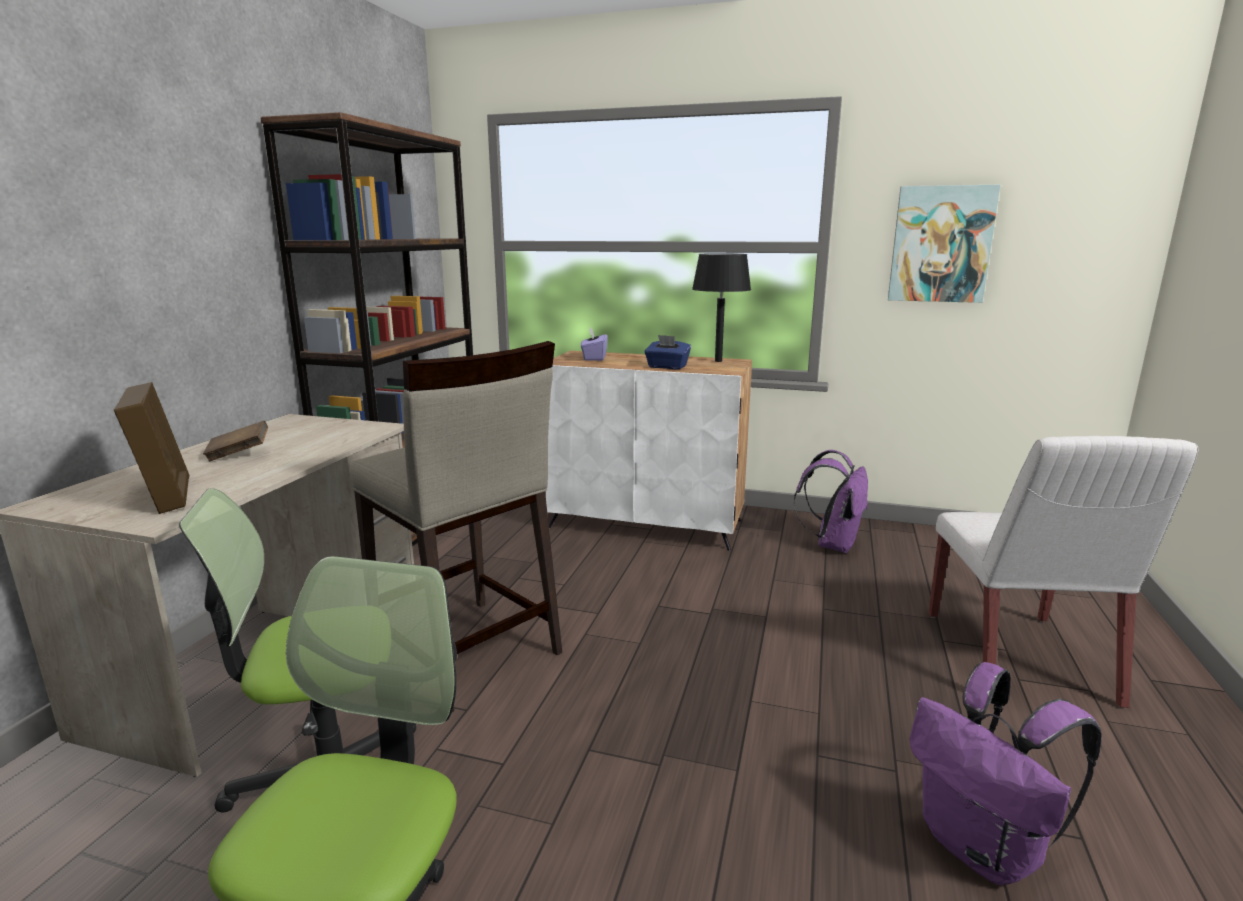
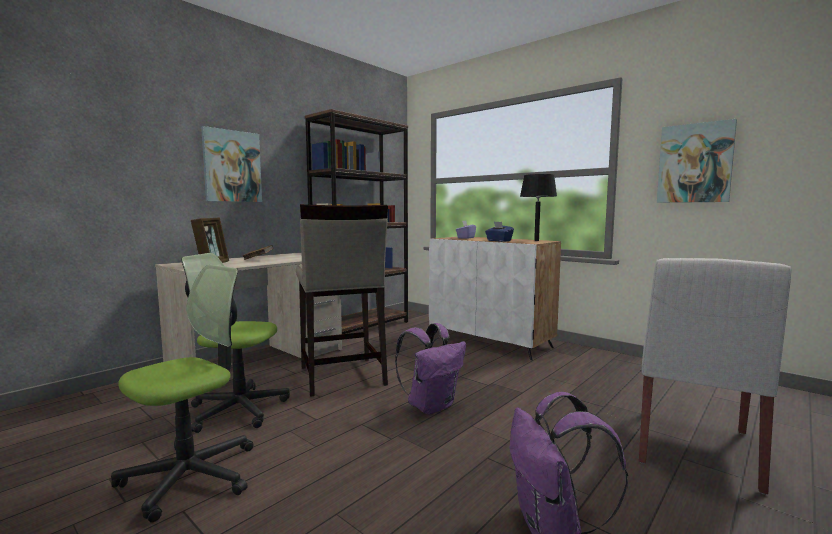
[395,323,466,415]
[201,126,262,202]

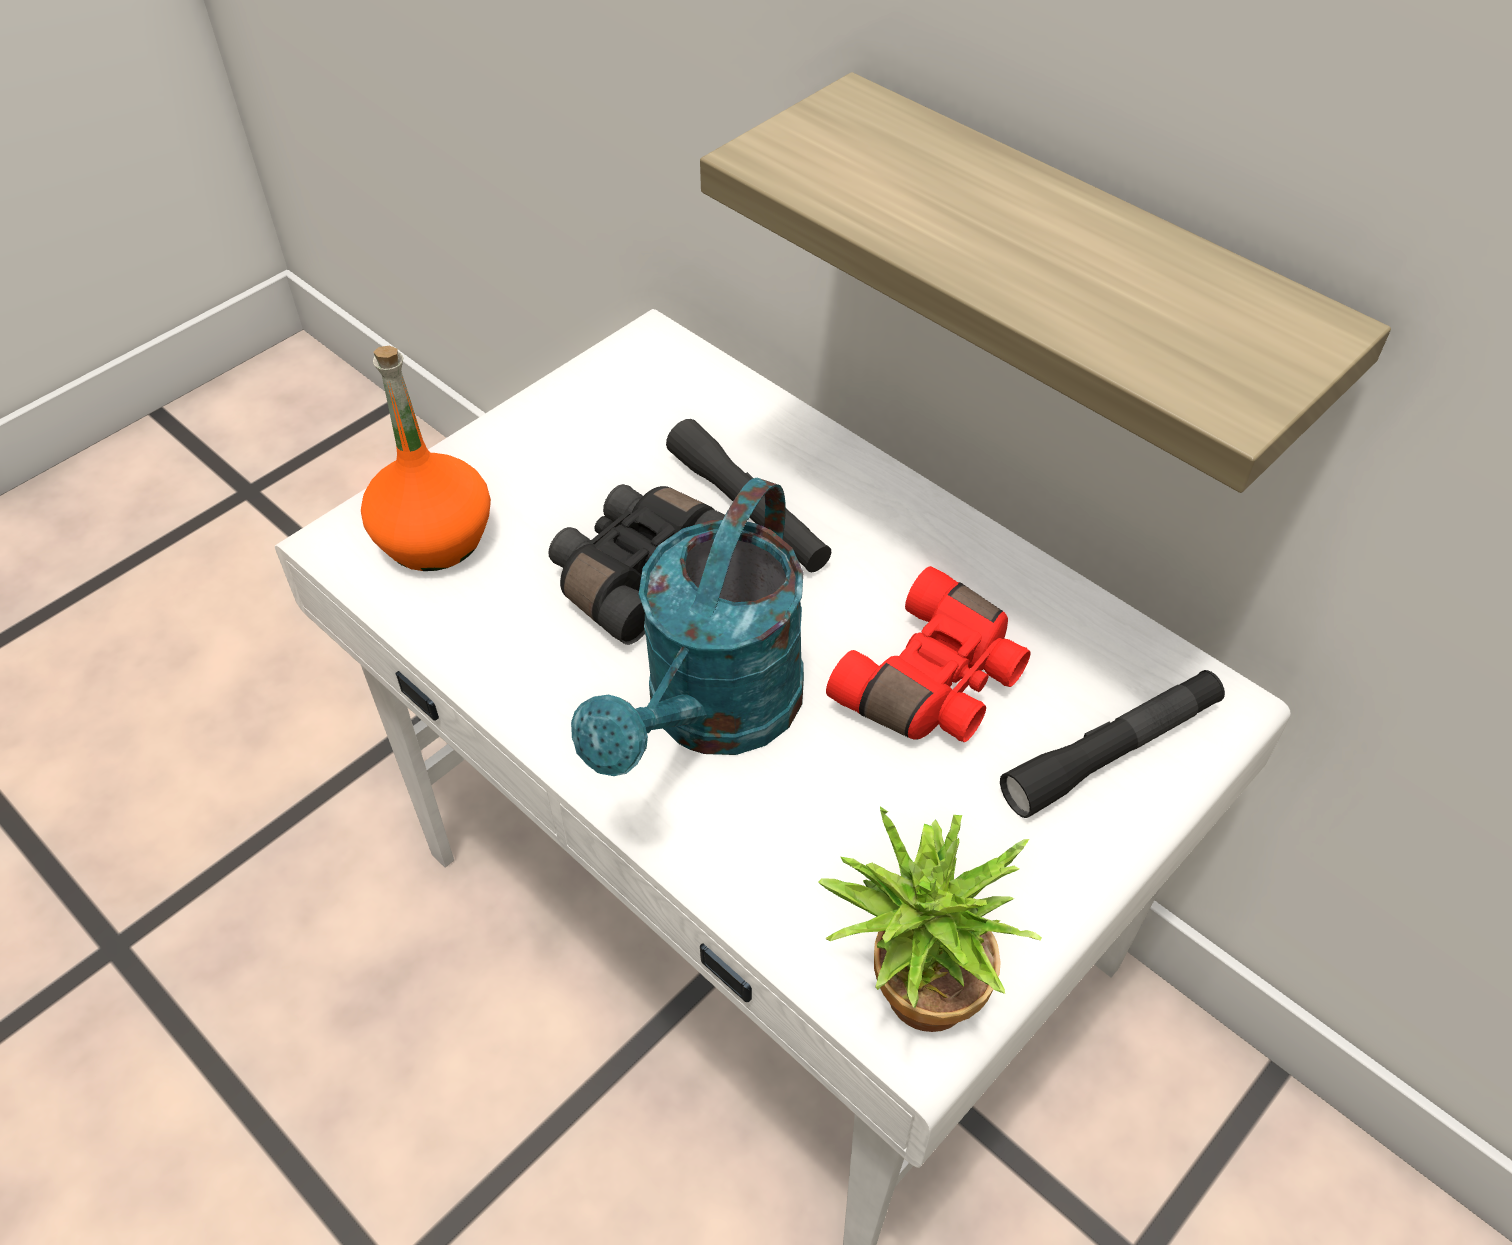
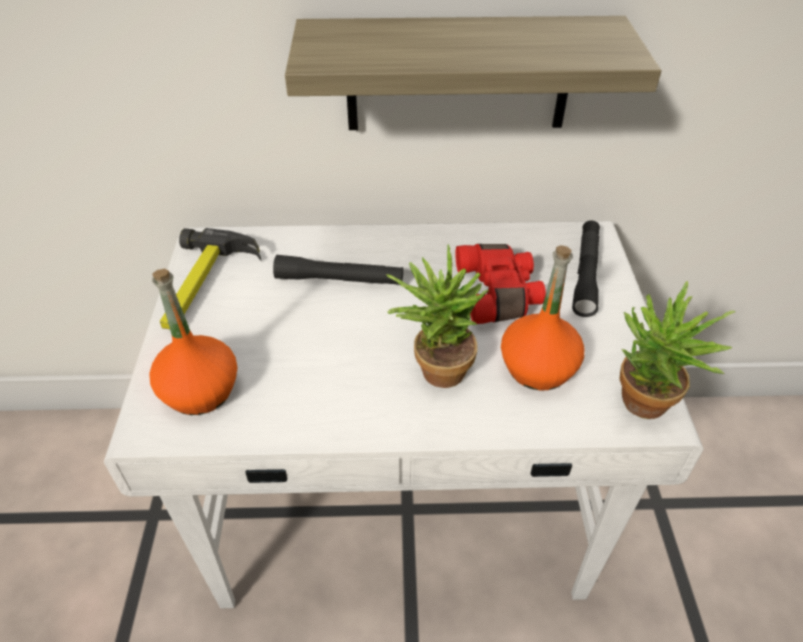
[386,244,489,388]
[549,484,725,645] (first image)
[160,228,261,329]
[501,245,584,391]

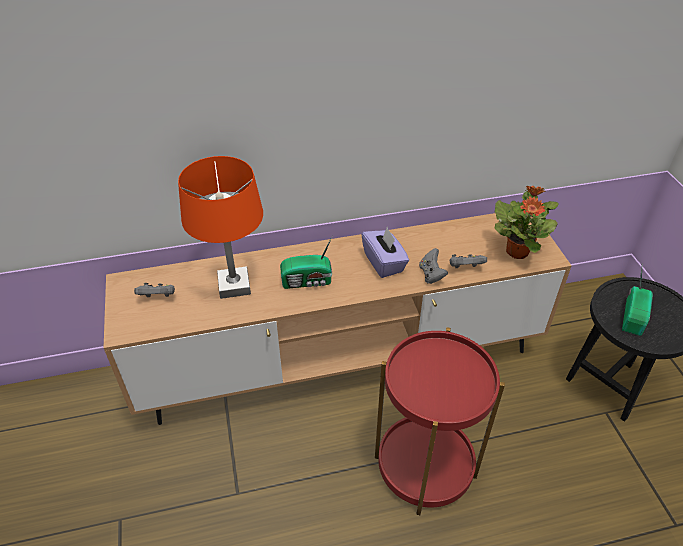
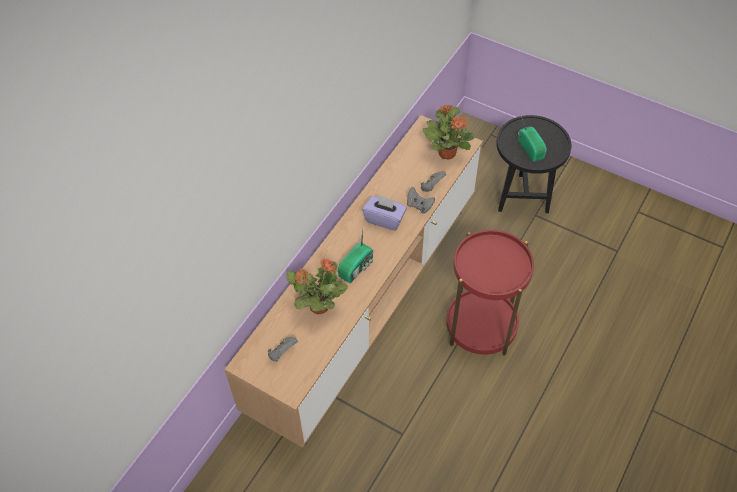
[286,259,348,314]

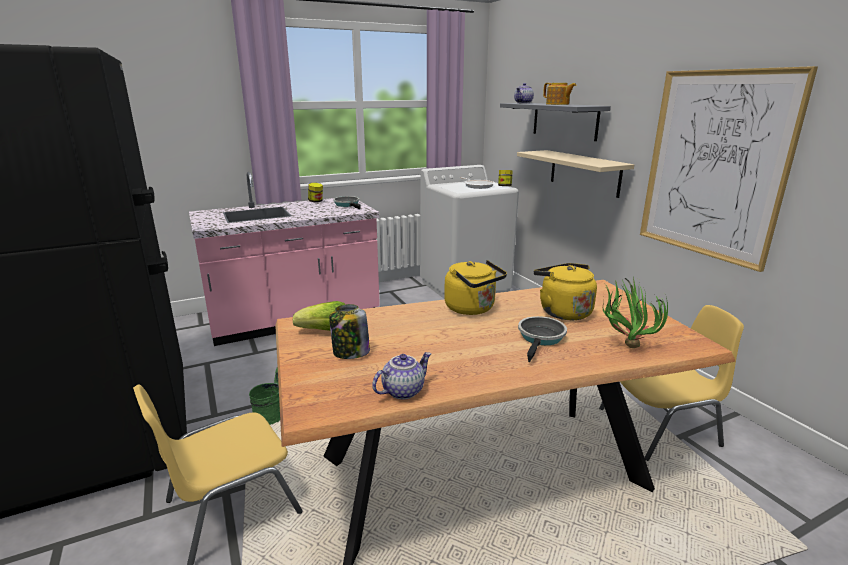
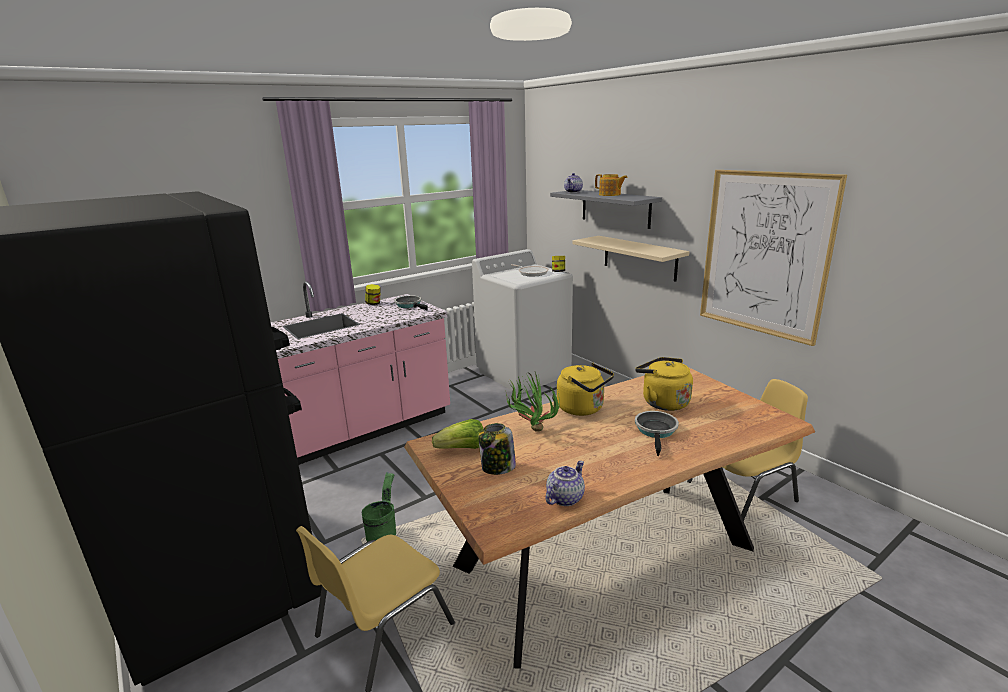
[505,372,560,432]

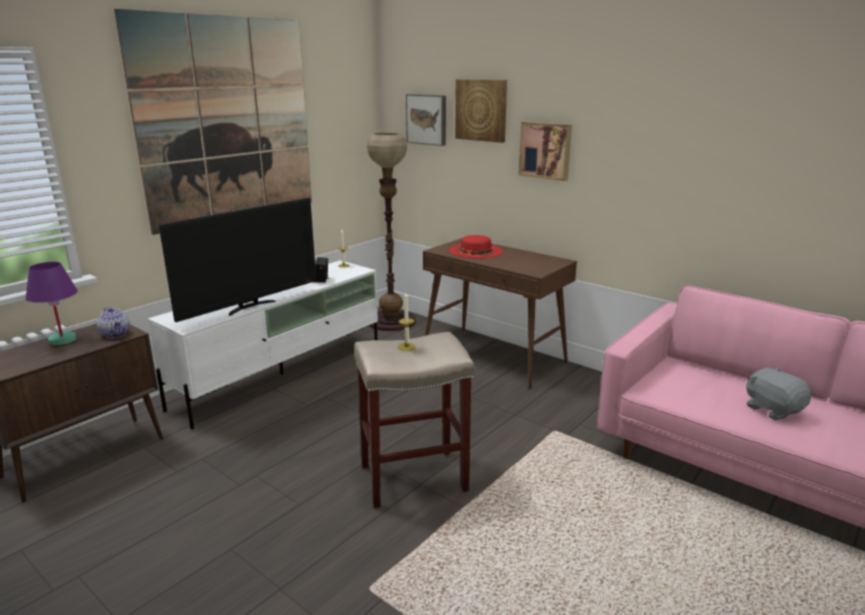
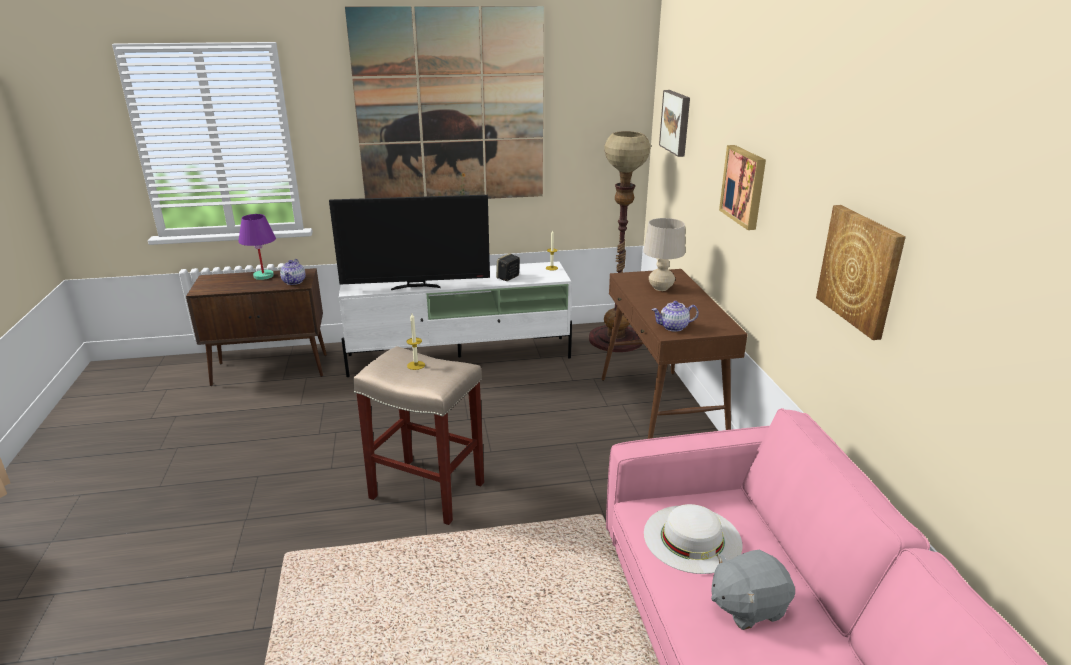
[816,205,906,340]
[643,218,685,291]
[711,550,795,630]
[652,301,699,332]
[644,504,743,574]

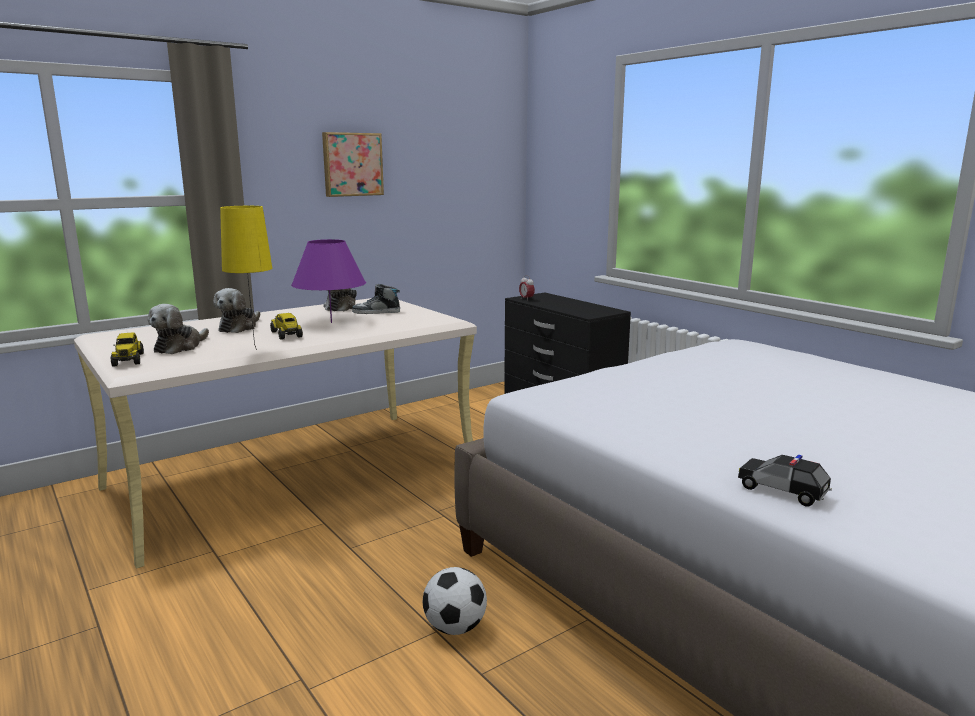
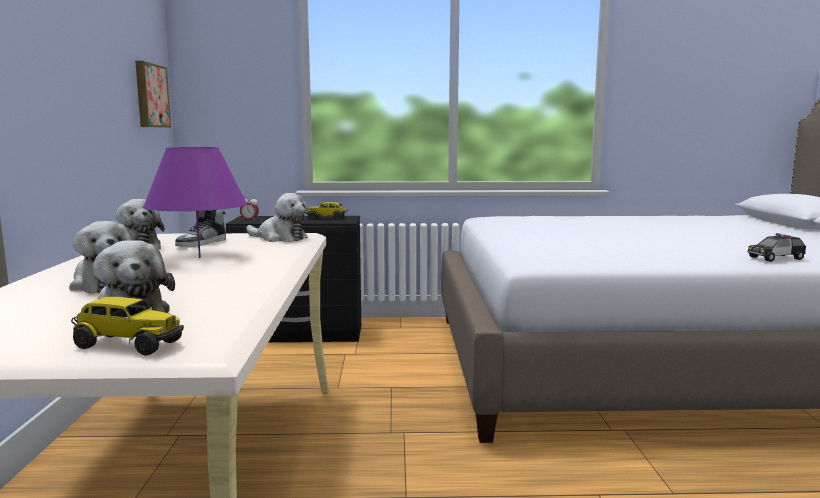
[135,61,171,127]
[220,206,272,350] (first image)
[306,202,347,220]
[423,567,487,635] (first image)
[246,193,308,242]

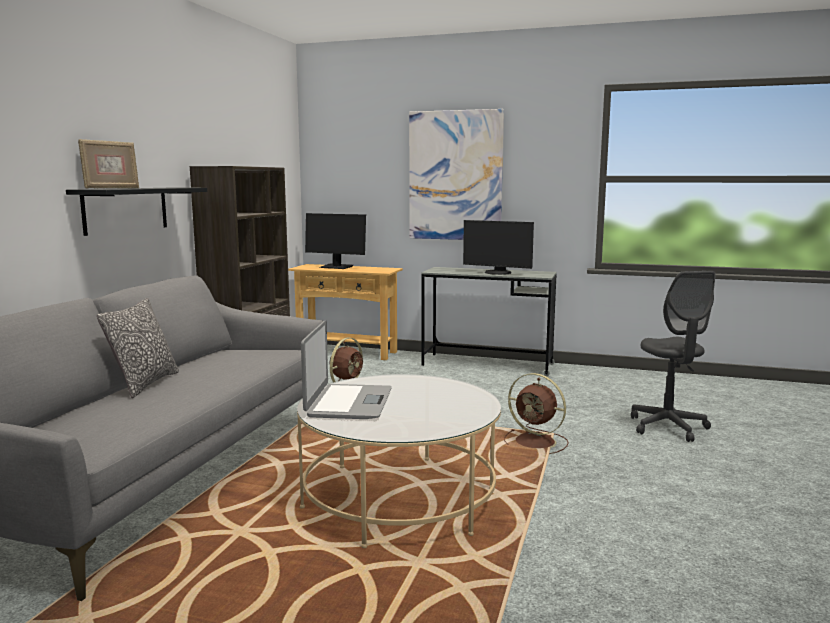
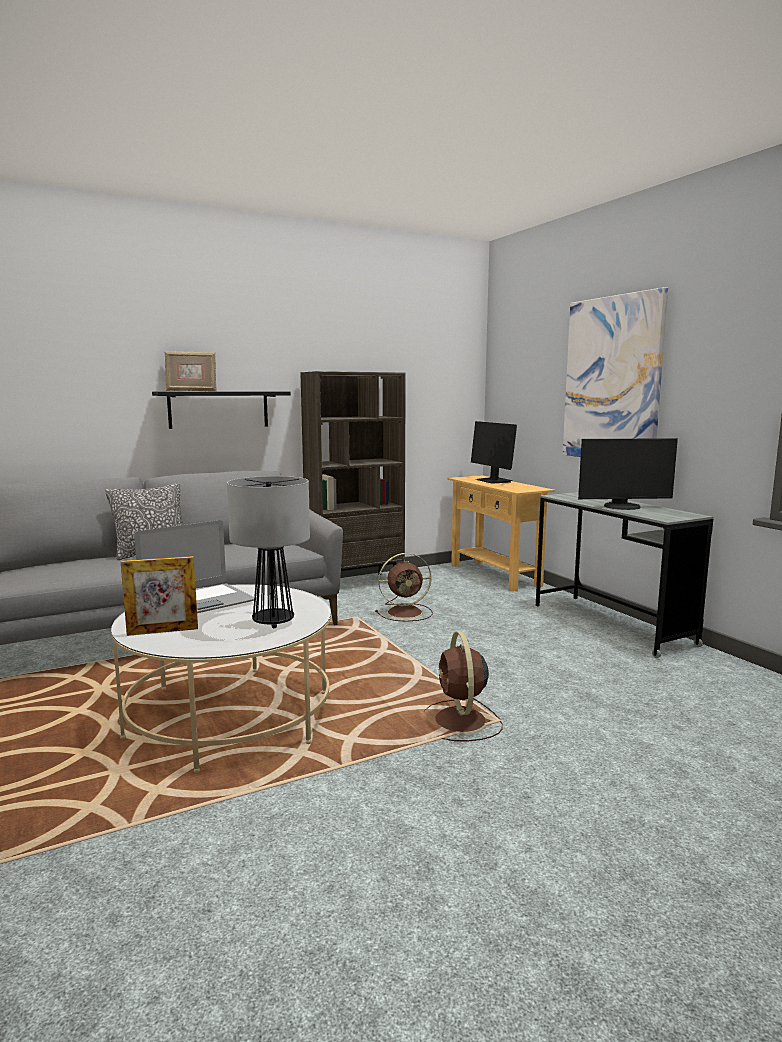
[578,438,678,510]
[631,271,716,442] (first image)
[227,476,310,628]
[121,556,198,636]

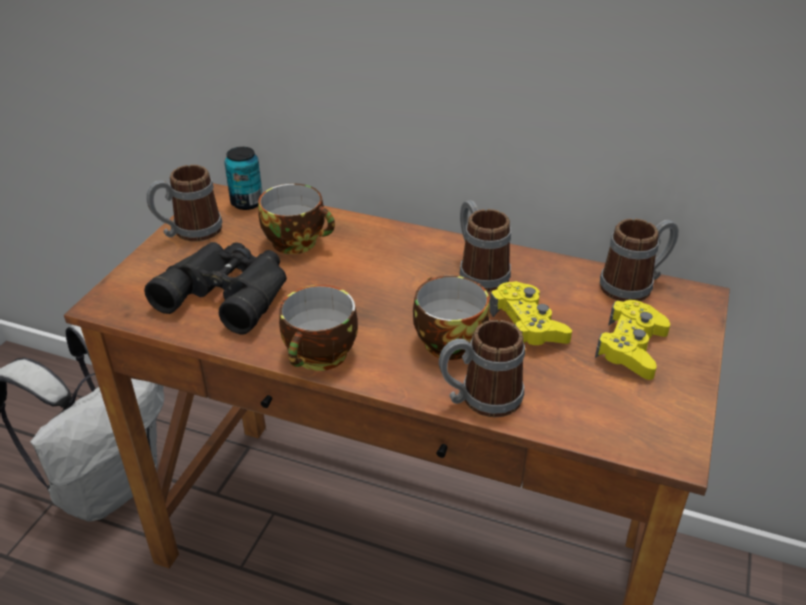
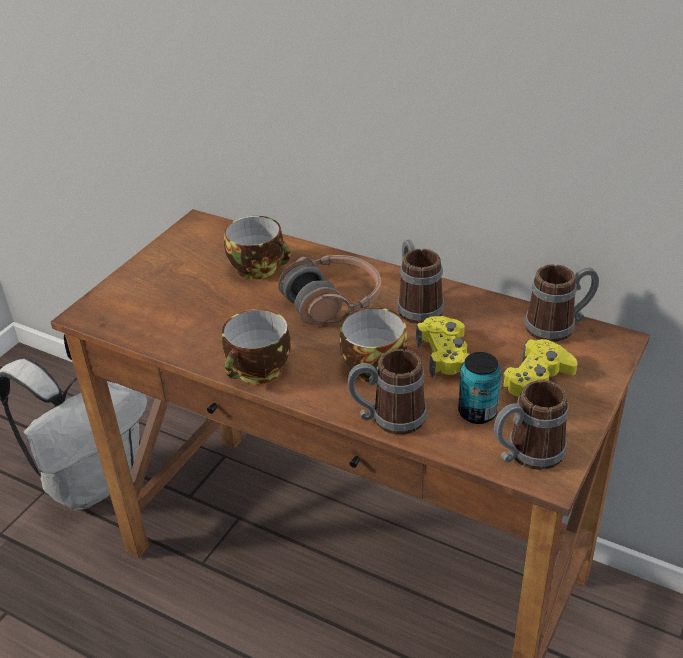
[458,352,501,424]
[494,380,569,470]
[144,242,287,335] (first image)
[278,255,381,325]

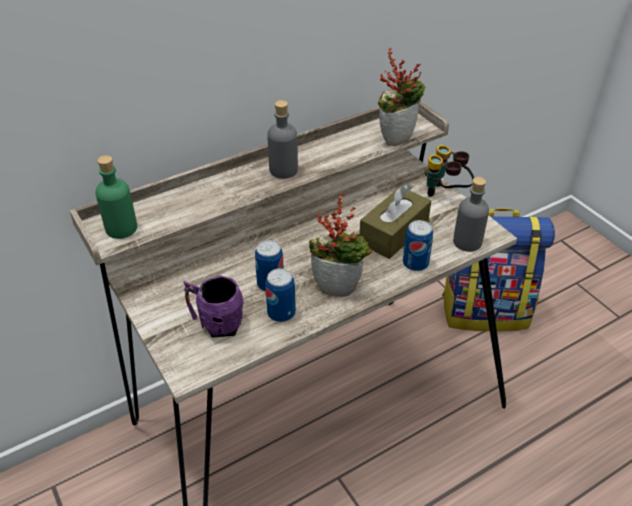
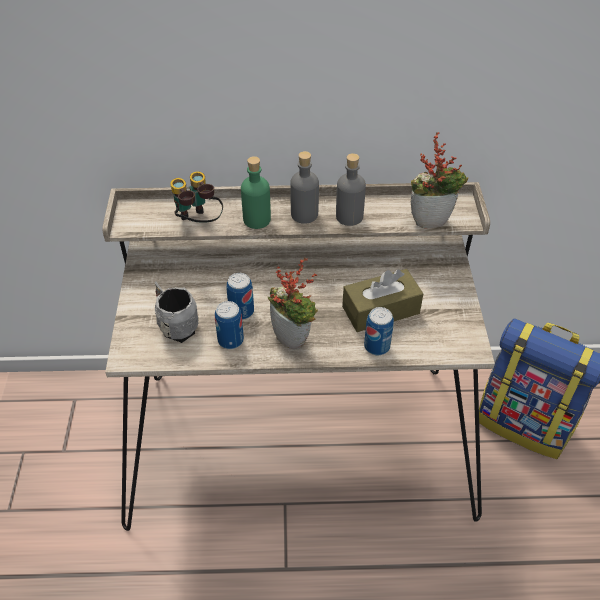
[170,171,223,223]
[241,156,271,229]
[336,153,366,226]
[154,281,199,343]

